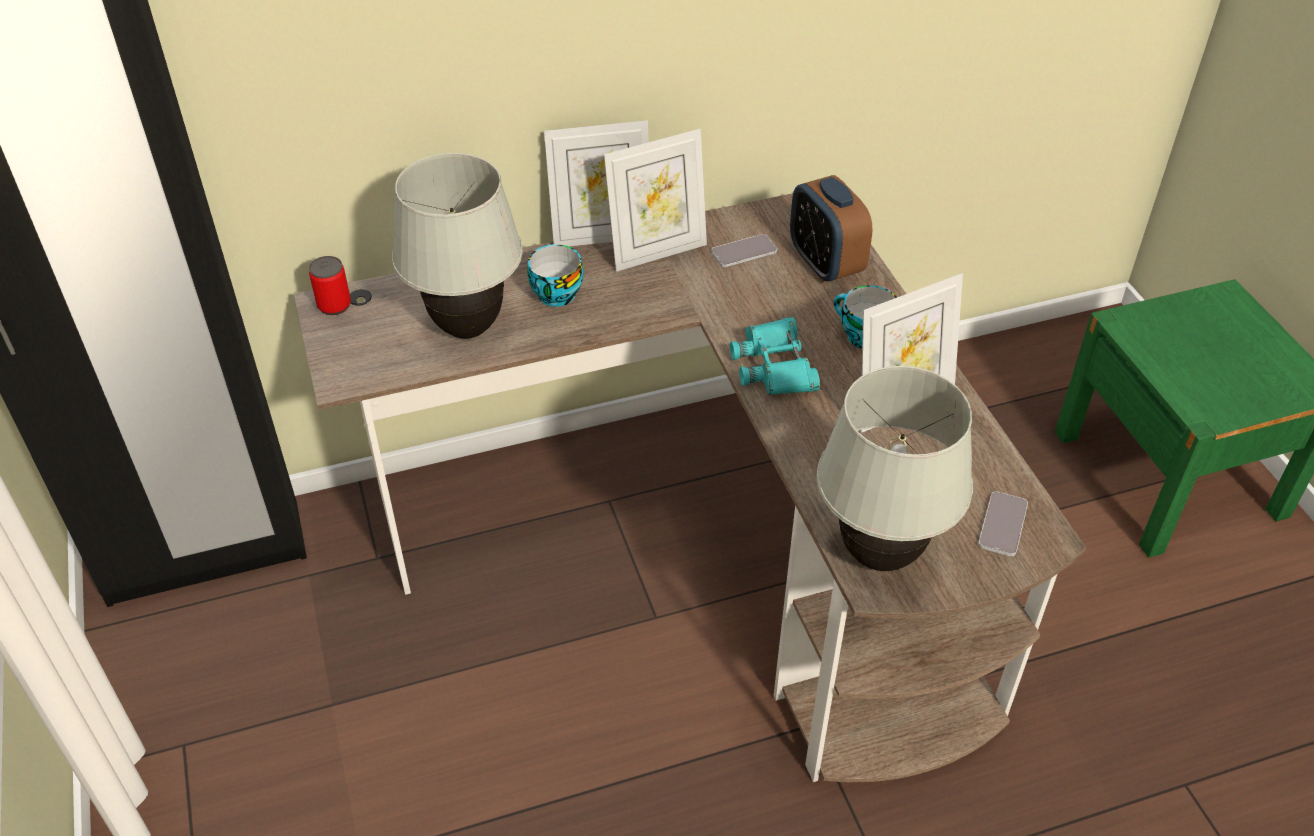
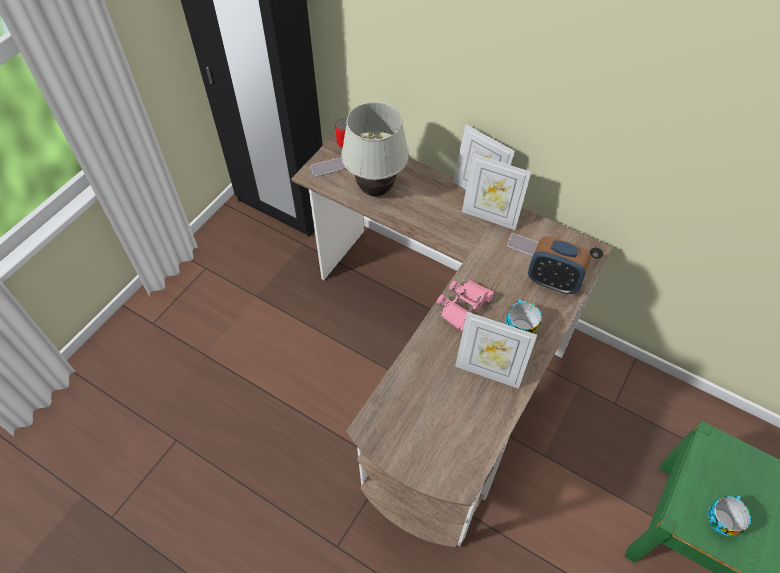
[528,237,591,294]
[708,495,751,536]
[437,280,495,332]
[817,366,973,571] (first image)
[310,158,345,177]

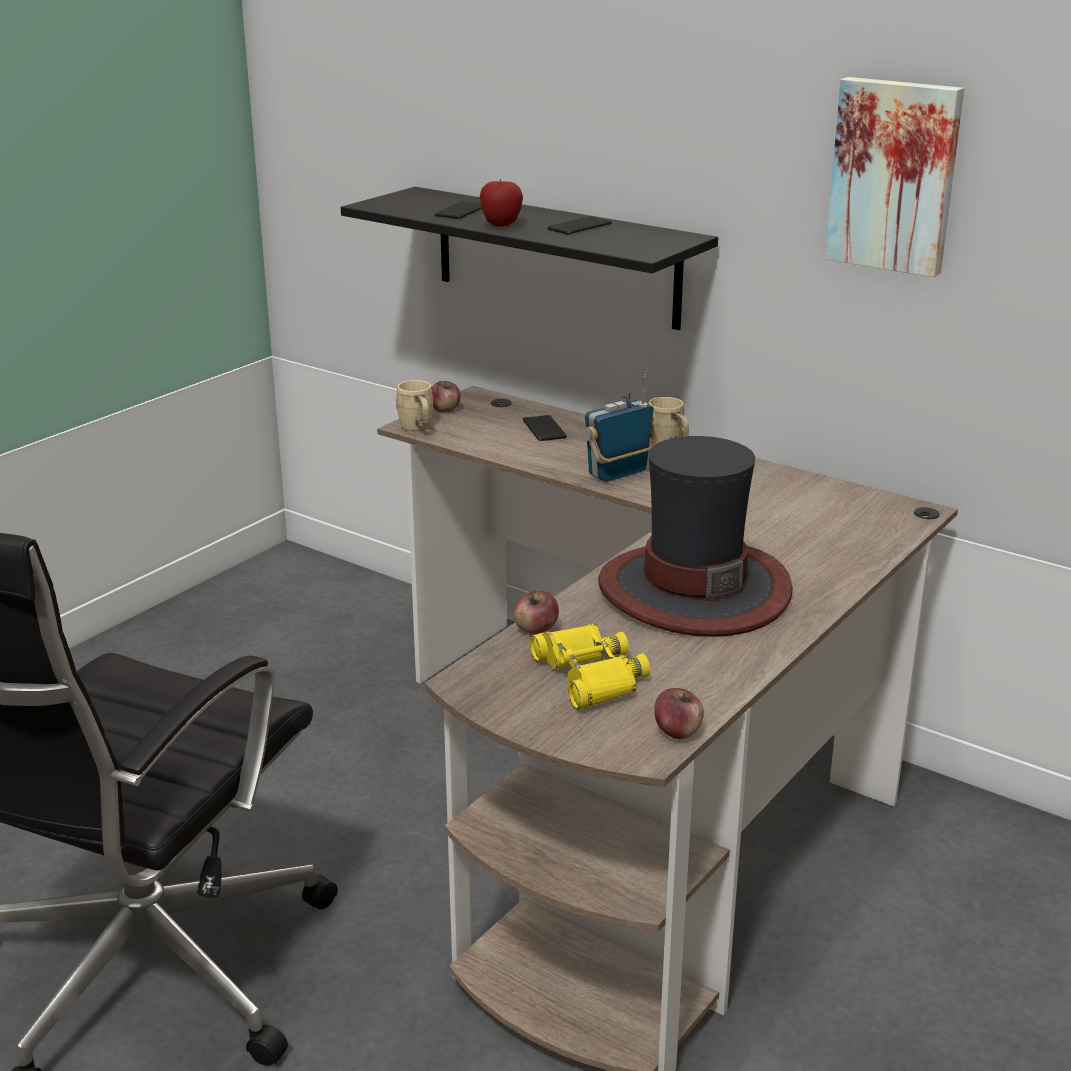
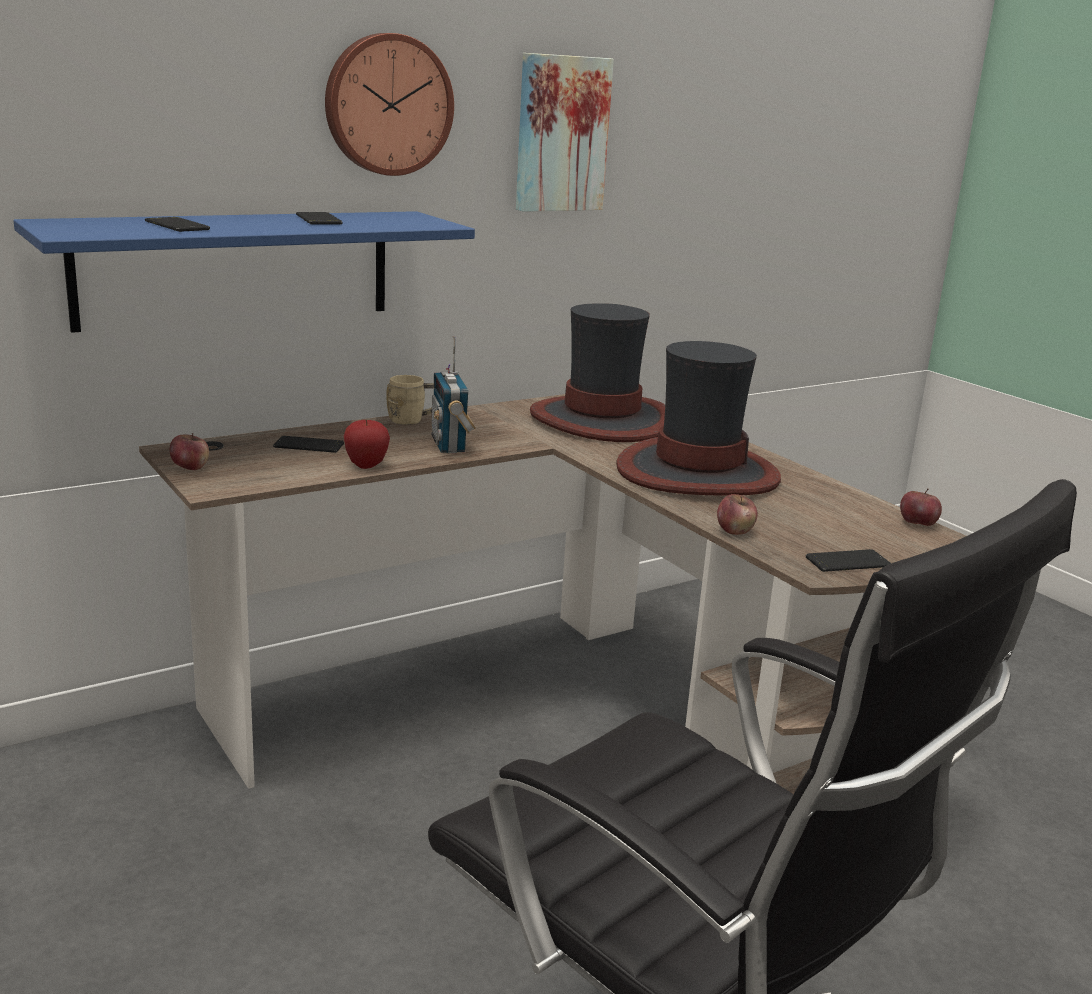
[344,419,390,469]
[14,211,475,333]
[395,380,433,431] (first image)
[530,624,650,710] (first image)
[325,33,454,176]
[530,303,665,442]
[806,549,891,572]

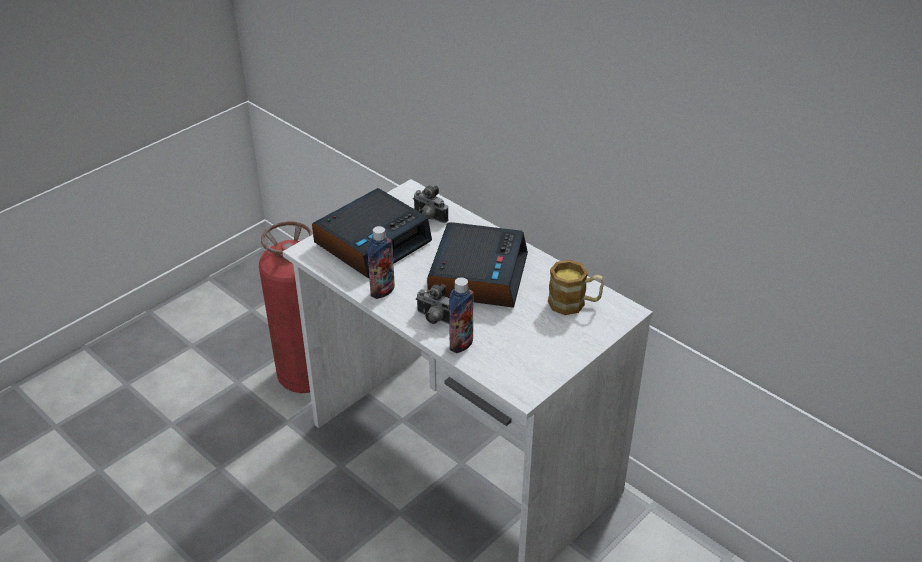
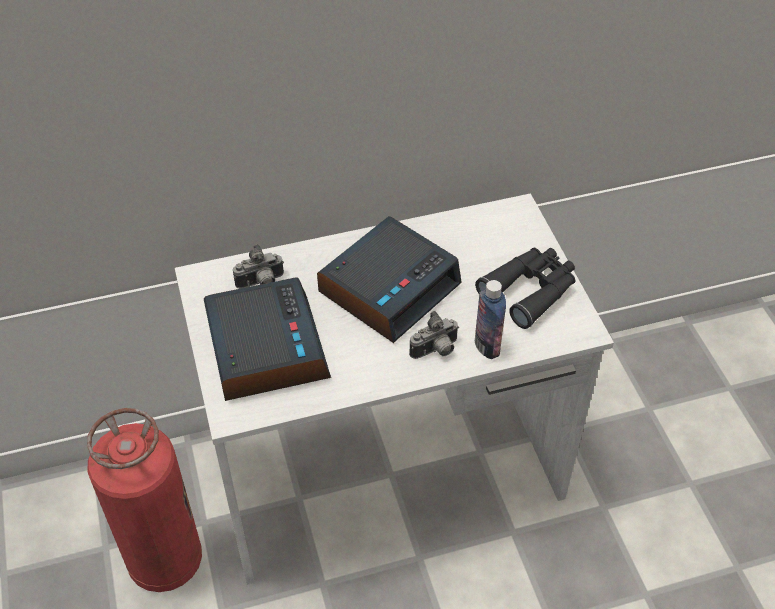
[317,216,462,343]
[368,226,395,299] (first image)
[548,260,604,315] (first image)
[475,248,575,329]

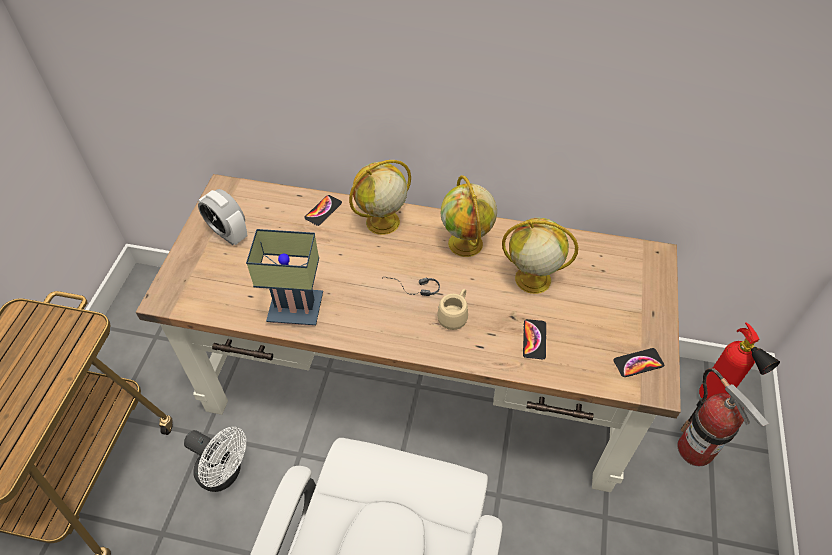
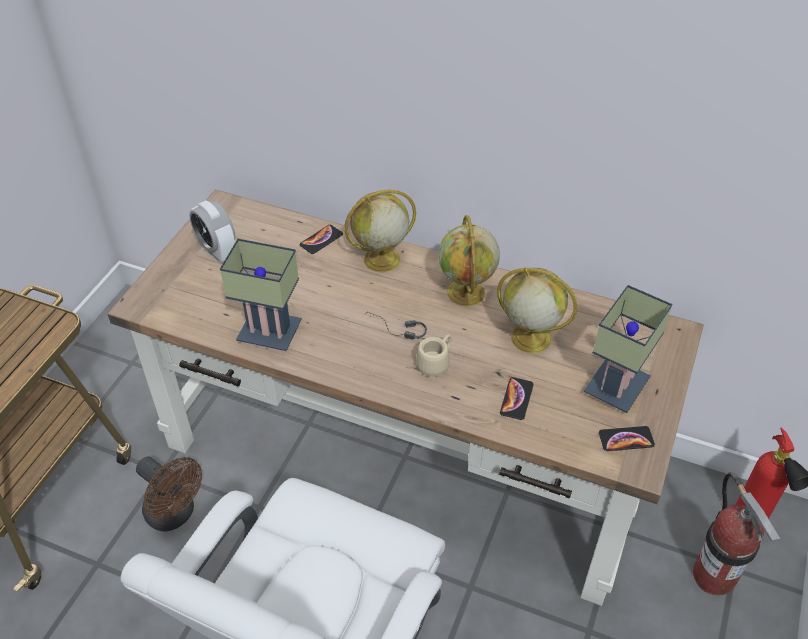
[136,456,202,531]
[583,285,672,413]

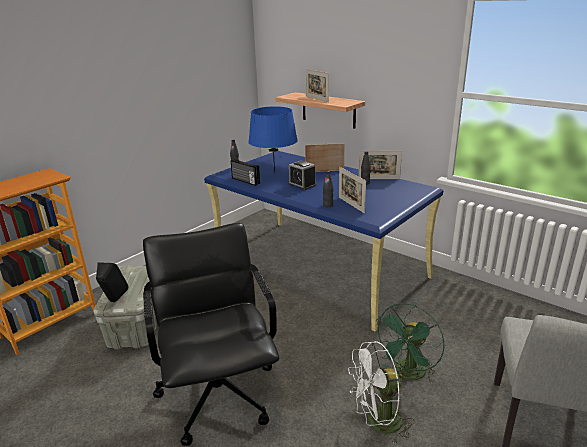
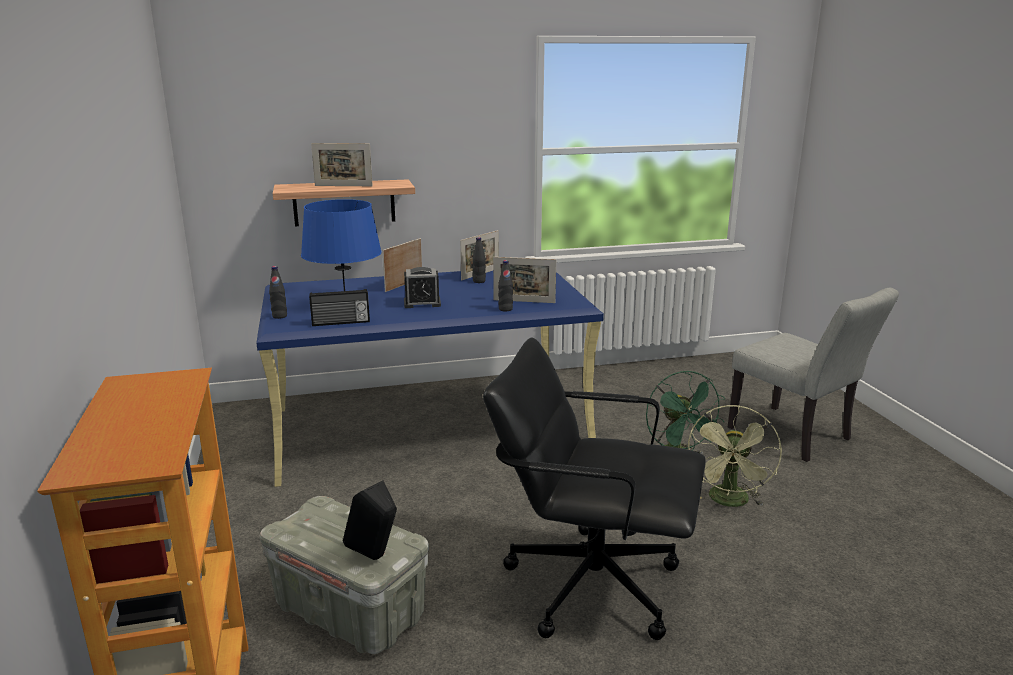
[688,405,782,507]

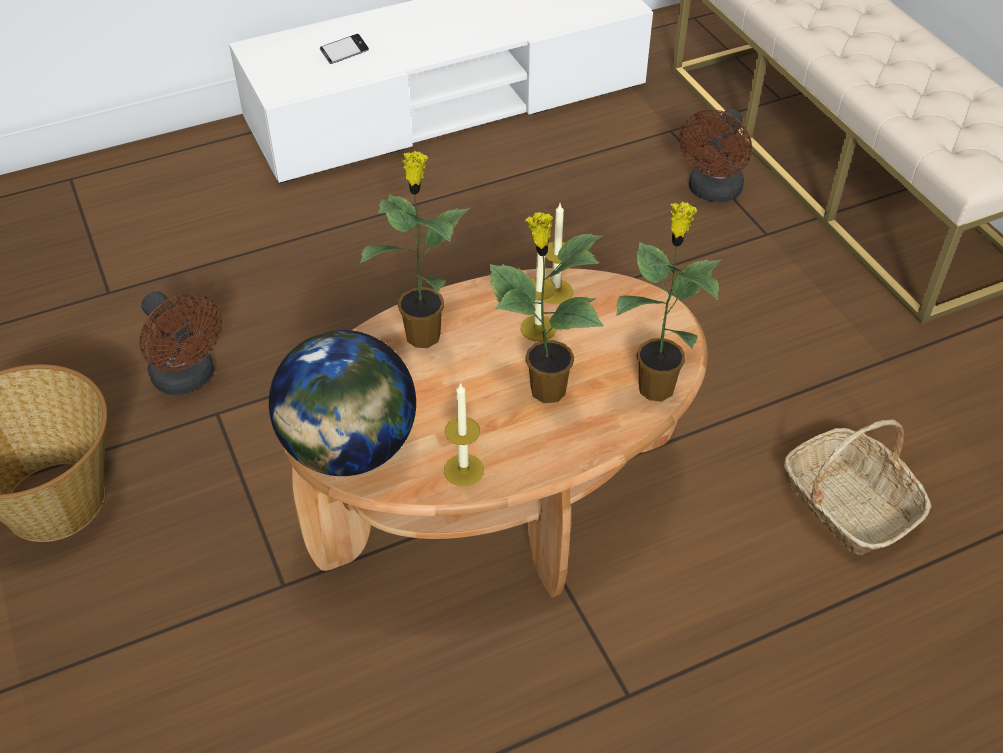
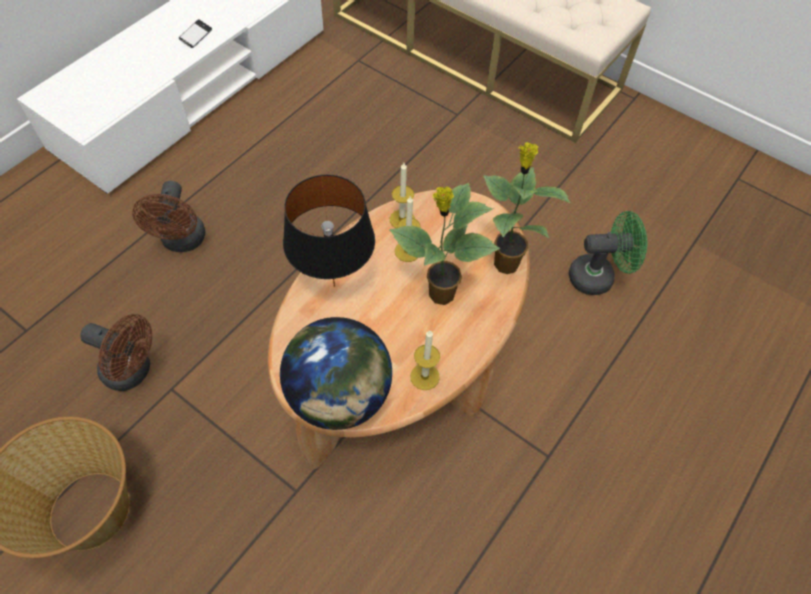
[179,19,212,48]
[133,181,205,252]
[283,175,375,287]
[569,211,647,295]

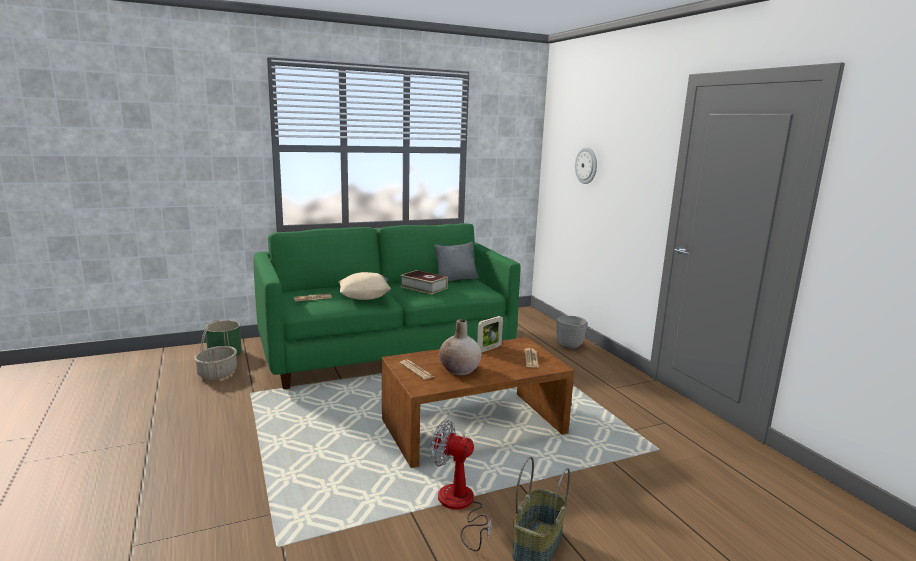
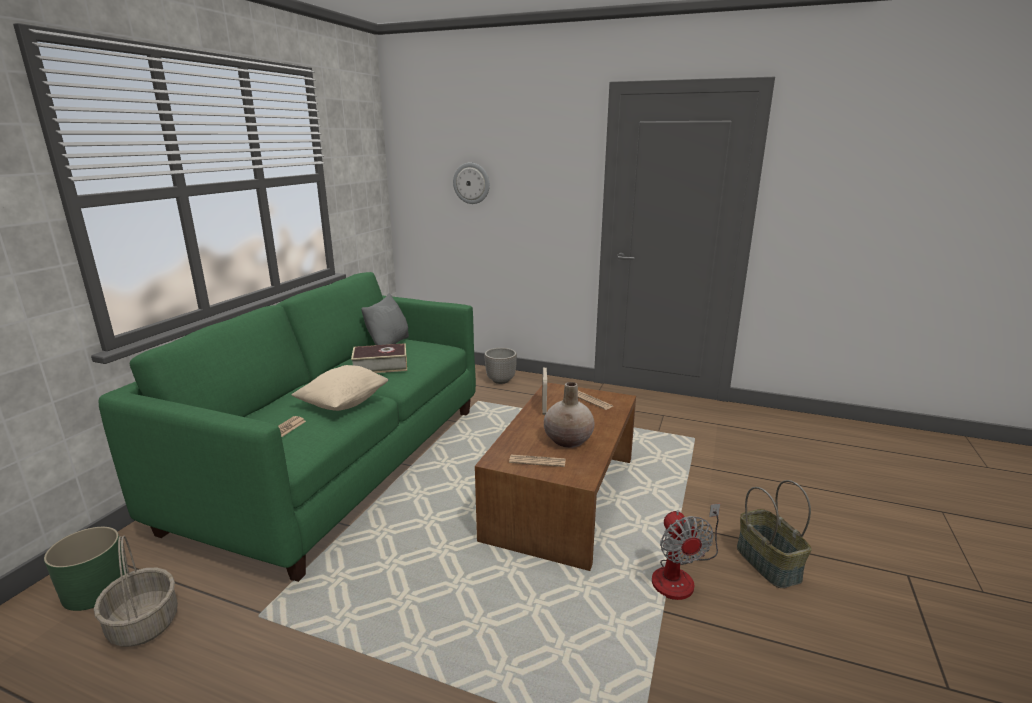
[652,504,720,600]

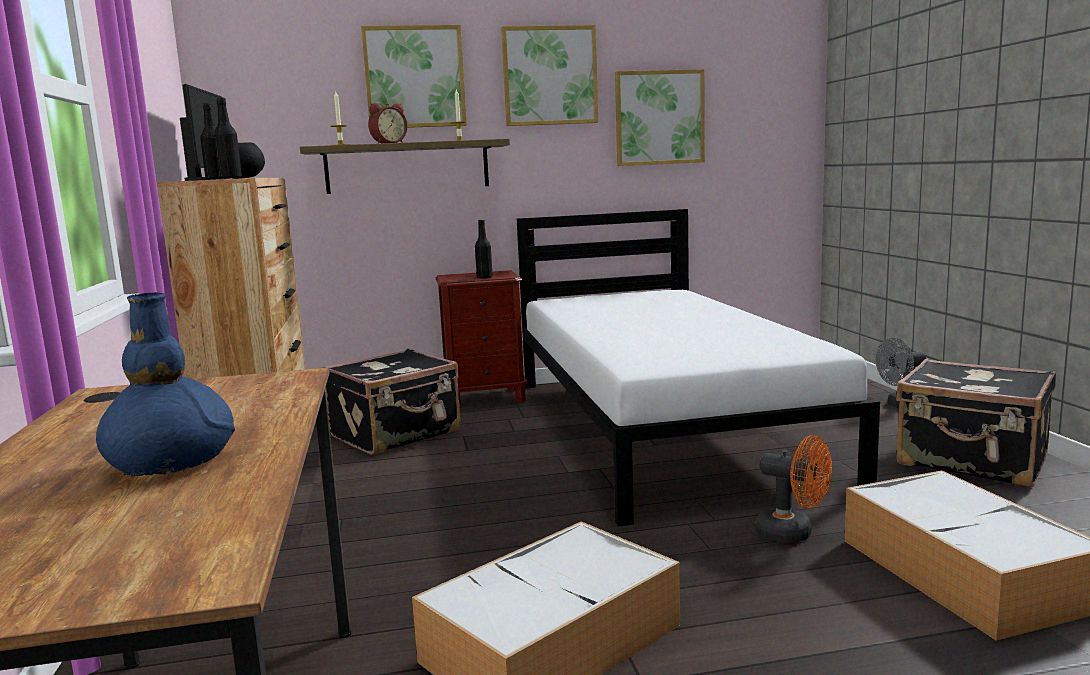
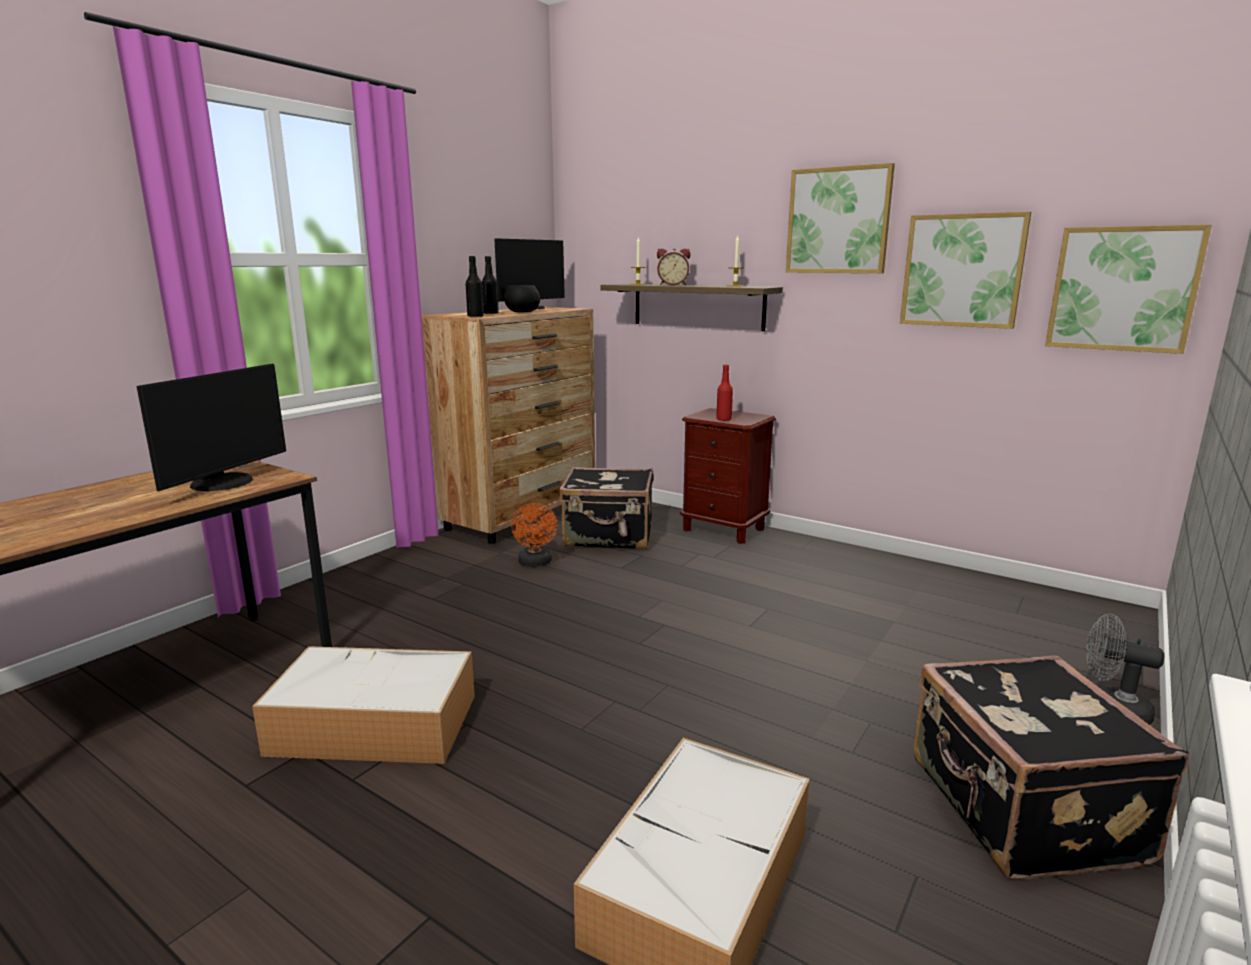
[1045,225,1212,354]
[517,209,880,527] (first image)
[716,365,733,421]
[96,292,235,476] (first image)
[511,503,558,567]
[137,364,286,491]

